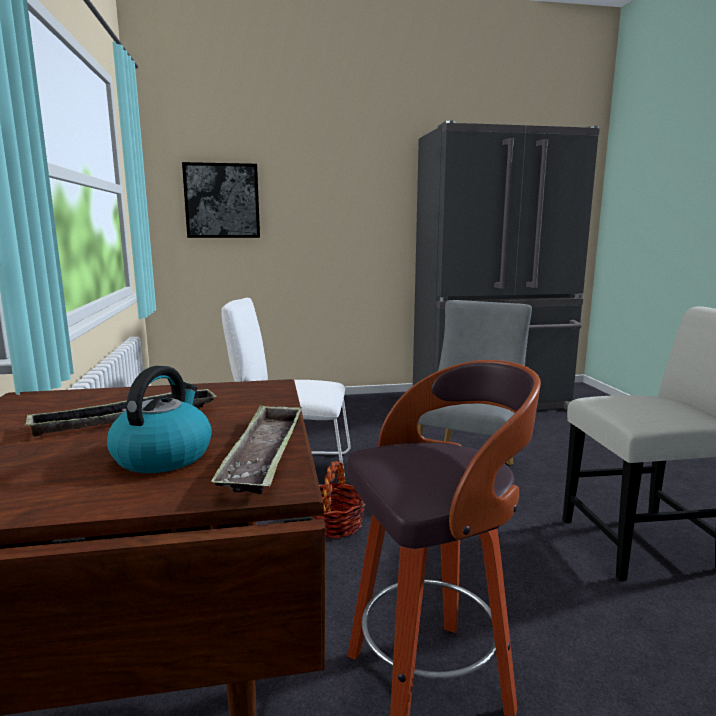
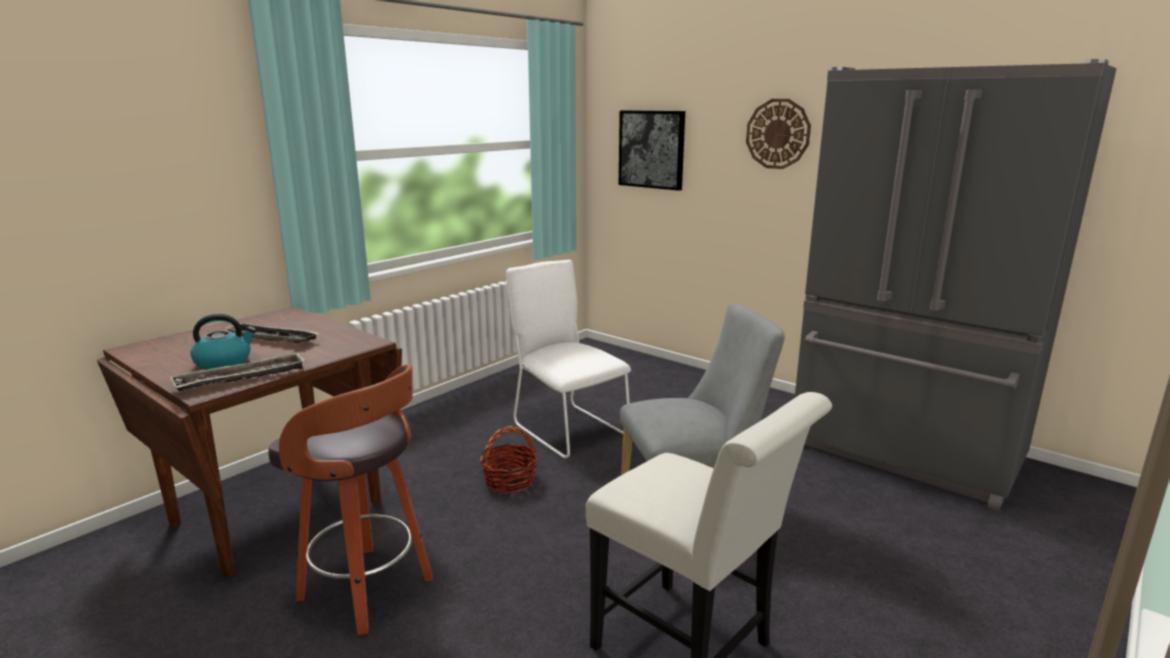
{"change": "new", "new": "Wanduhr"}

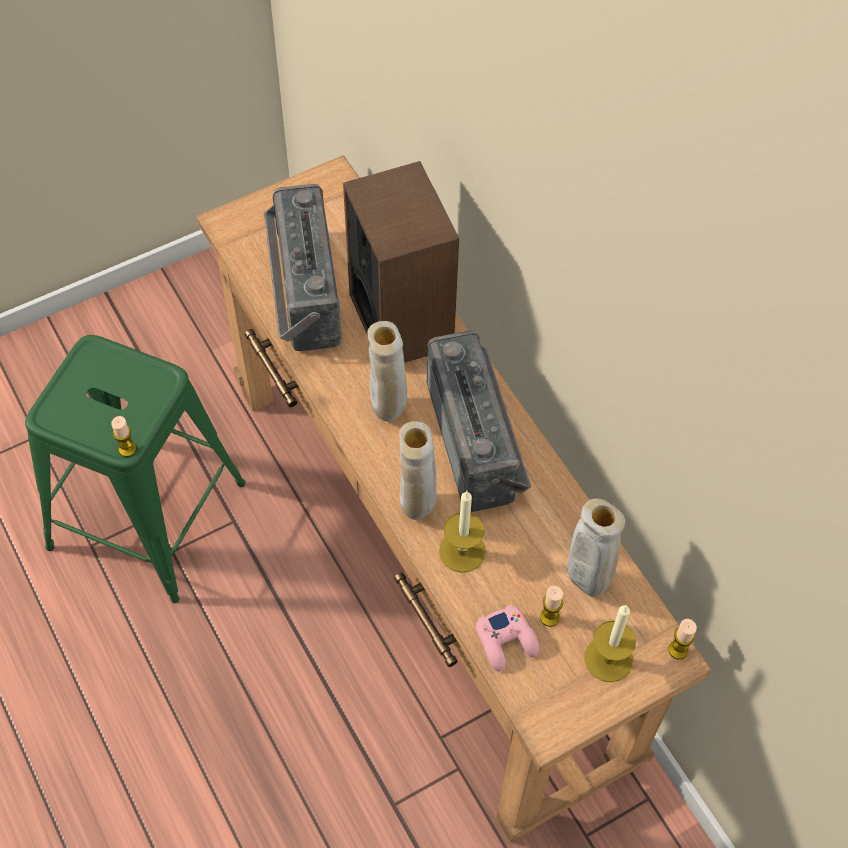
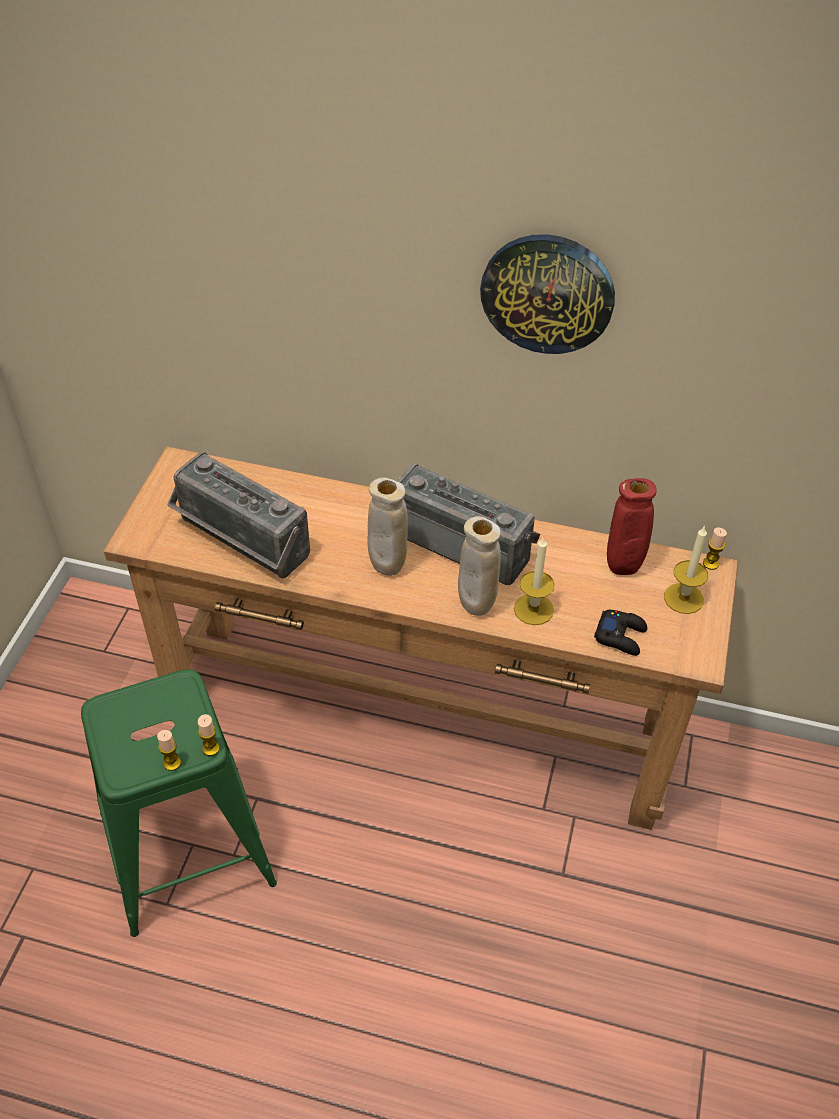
{"change": "gone", "old": "Lautsprecher"}
{"change": "new", "new": "Wanduhr"}
{"change": "shifted", "old": "Kerze (no. 3 from left in the first image)", "new": "Kerze (no. 1 from left)"}
{"change": "repainted", "old": "Gamepad/rosa", "new": "Gamepad/schwarz"}
{"change": "repainted", "old": "Vase/beige (no. 3 from left)", "new": "Vase/rot"}

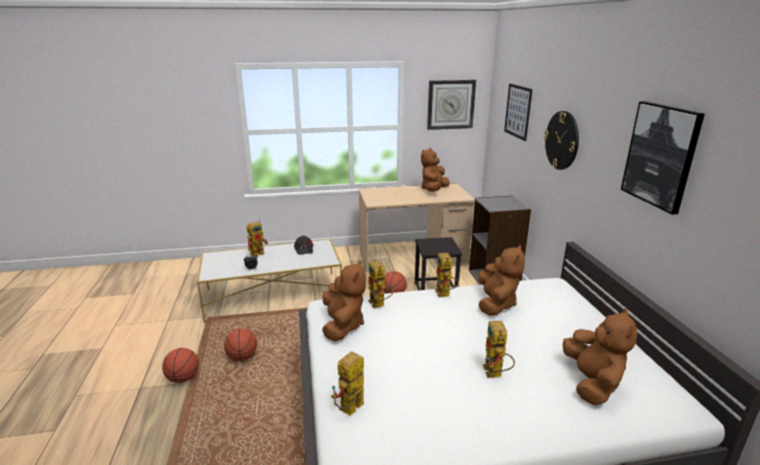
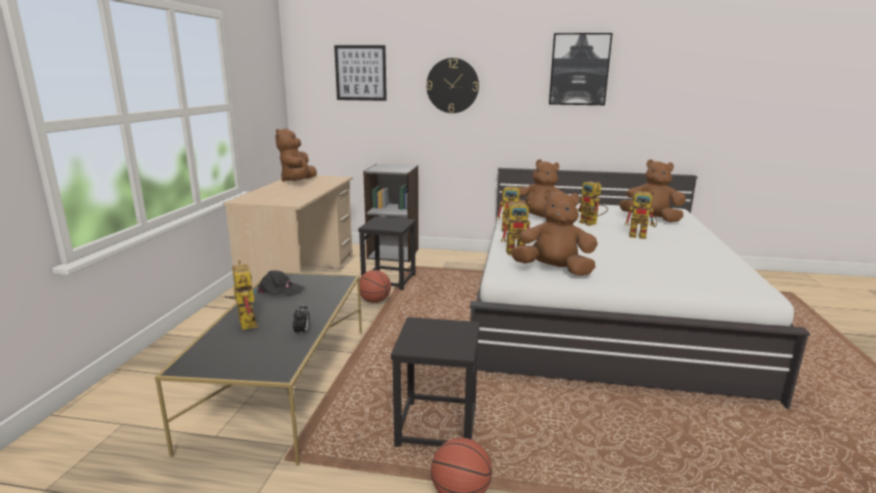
{"change": "gone", "old": "Wanduhr (no. 1 from left)"}
{"change": "shifted", "old": "Spielzeugroboter (no. 2 from left in the first image)", "new": "Spielzeugroboter (no. 4 from left)"}
{"change": "swapped", "old": "Basketball (no. 2 from left)", "new": "Hocker/schwarz (no. 2 from left)"}
{"change": "repainted", "old": "Couchtisch/weiß", "new": "Couchtisch/schwarz"}
{"change": "rotated", "old": "Plüschtier/braun (no. 2 from left in the first image)", "degrees": 45}

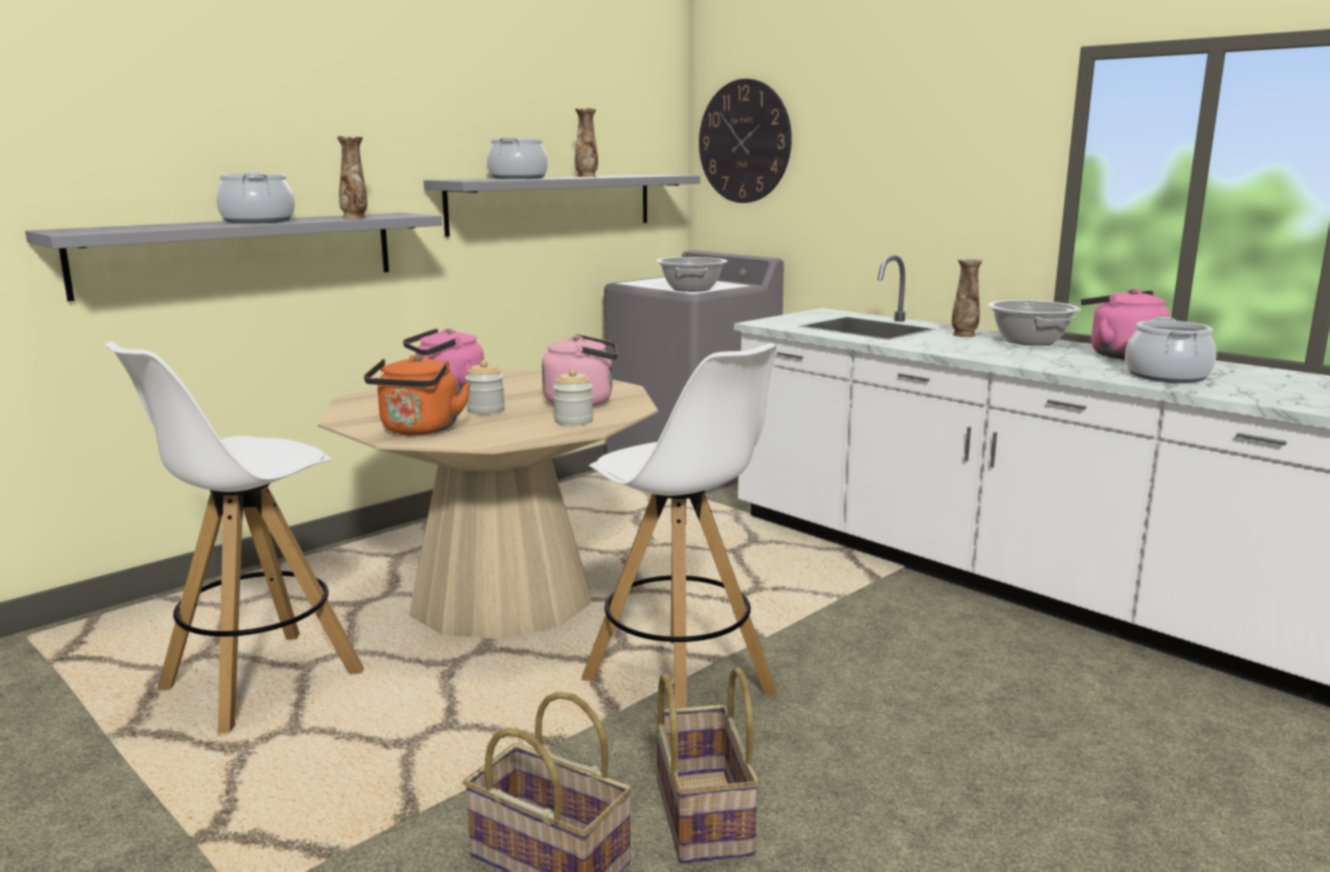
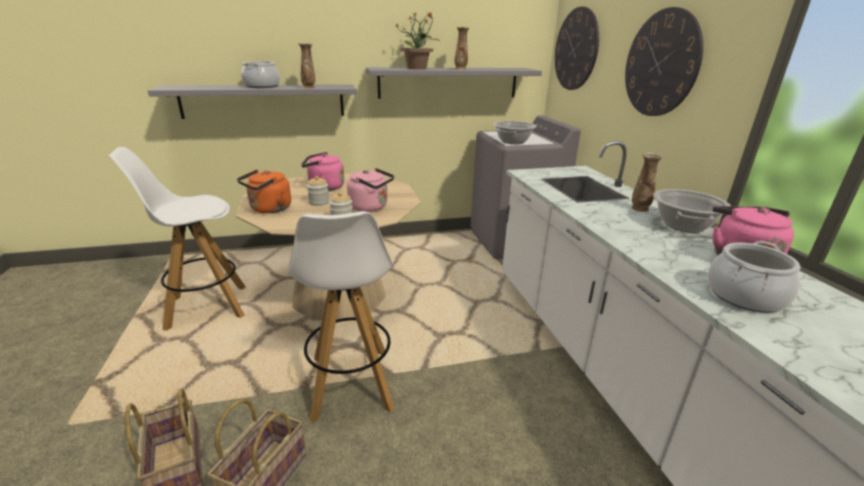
{"change": "new", "new": "Wanduhr (no. 2 from left)"}
{"change": "swapped", "old": "Kochtopf (no. 2 from left)", "new": "Topfpflanze"}

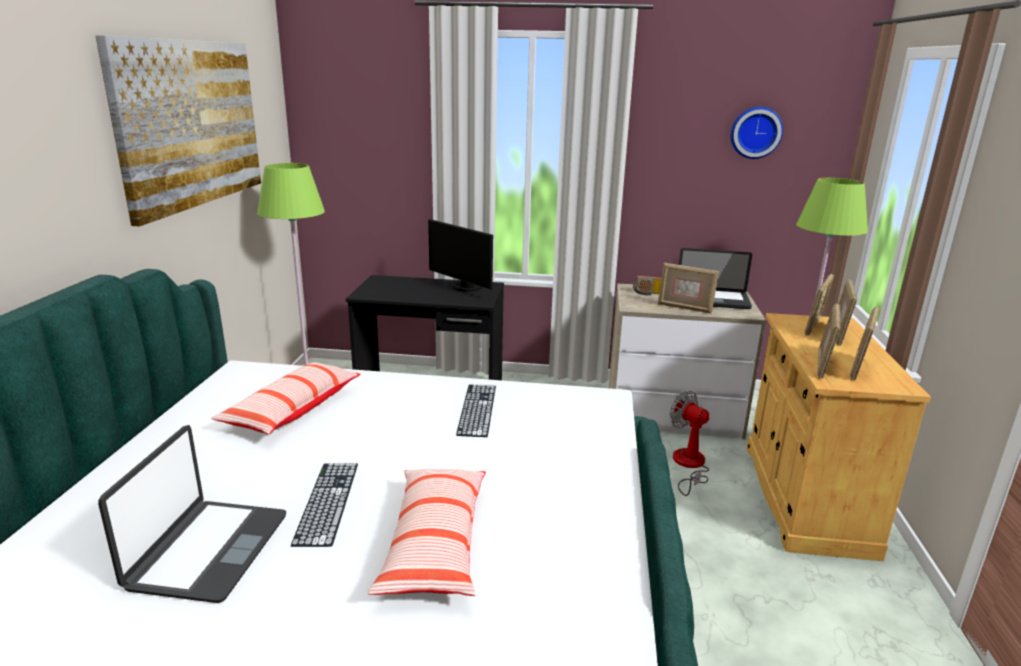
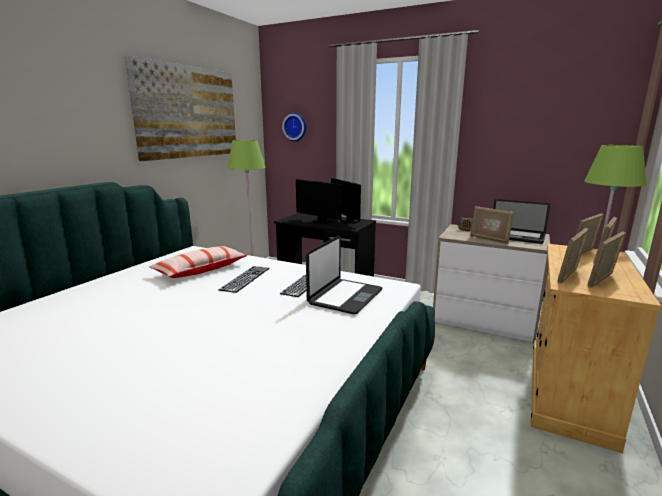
{"change": "gone", "old": "Kissen (no. 2 from left)"}
{"change": "gone", "old": "Ventilator"}
{"change": "new", "new": "Monitor (no. 1 from left)"}
{"change": "shifted", "old": "Laptop (no. 1 from left)"}
{"change": "shifted", "old": "Tastatur (no. 1 from left)"}
{"change": "shifted", "old": "Wanduhr"}

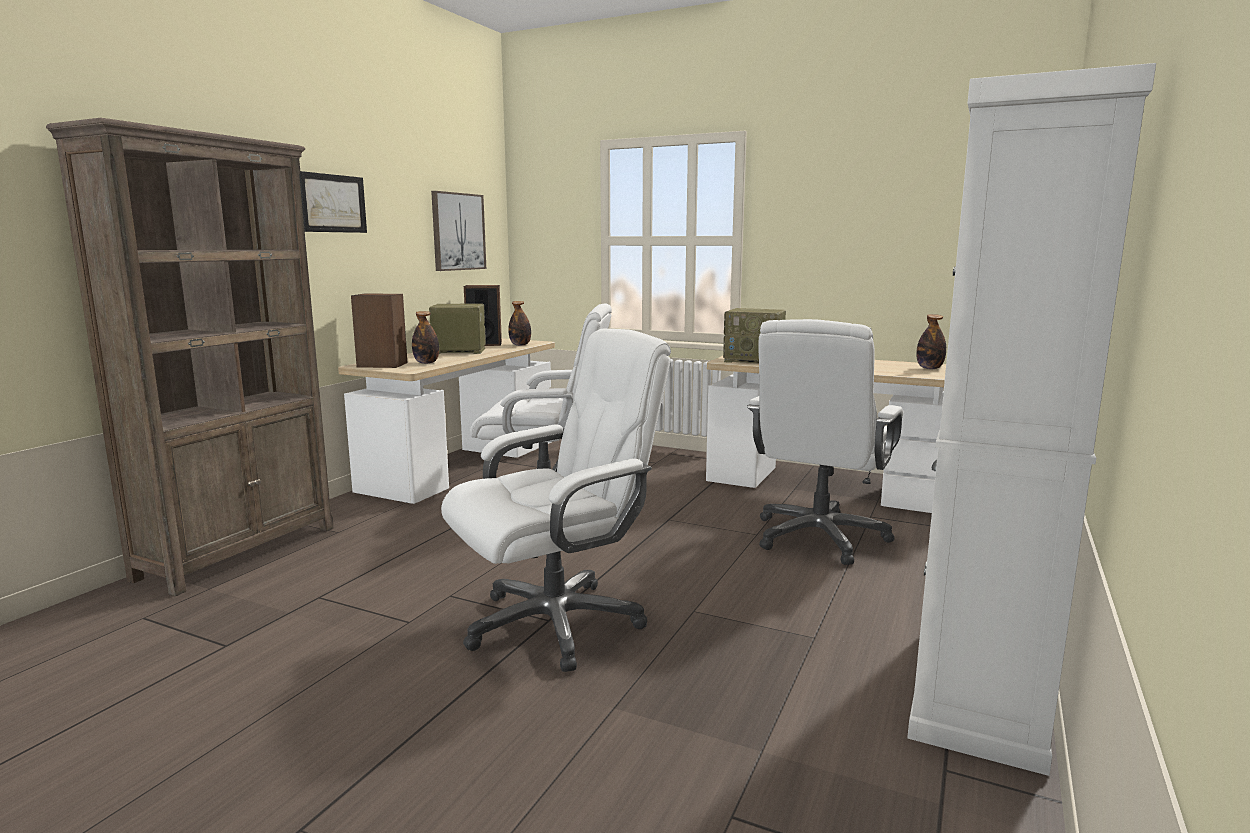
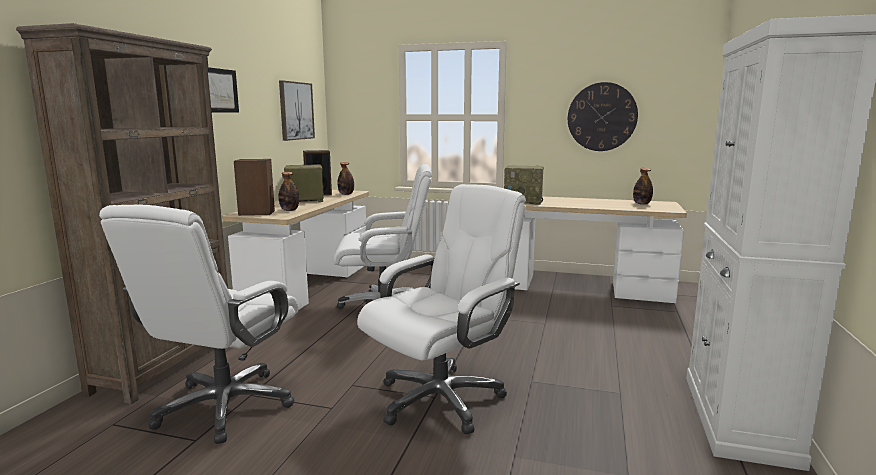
{"change": "new", "new": "Wanduhr"}
{"change": "shifted", "old": "Bürostuhl/weiß (no. 3 from left in the first image)", "new": "Bürostuhl/weiß (no. 1 from left)"}

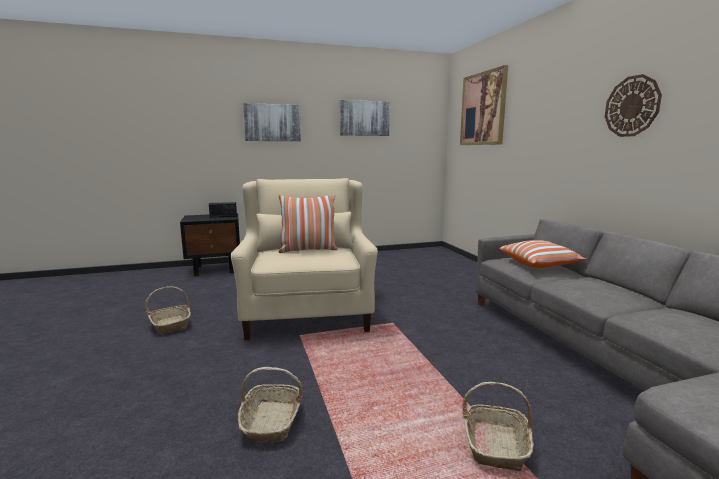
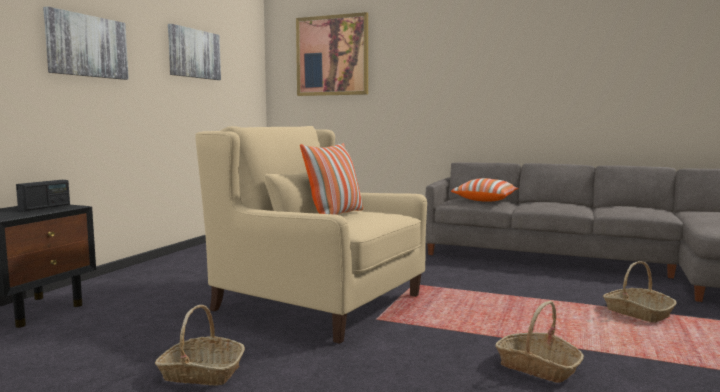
{"change": "gone", "old": "Wanduhr"}

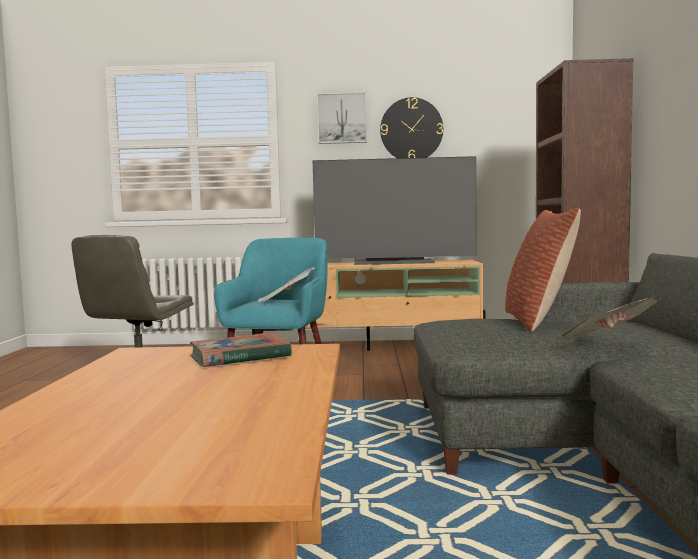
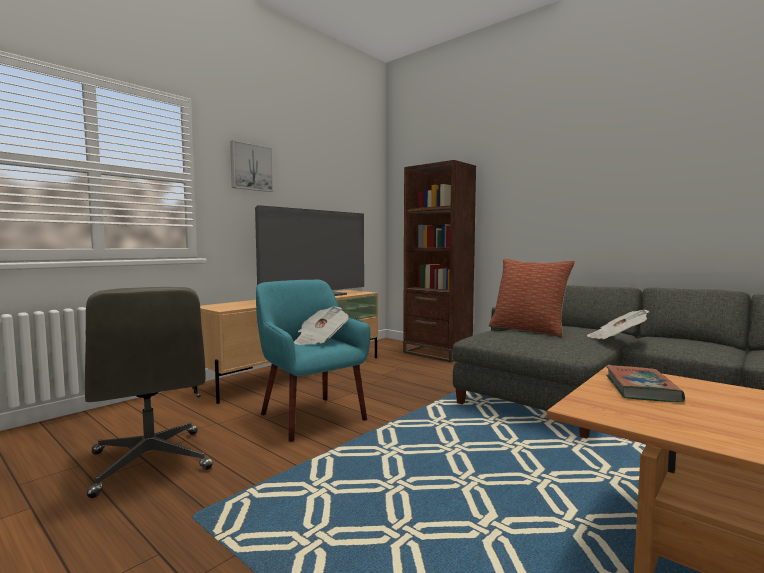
{"change": "gone", "old": "Wanduhr"}

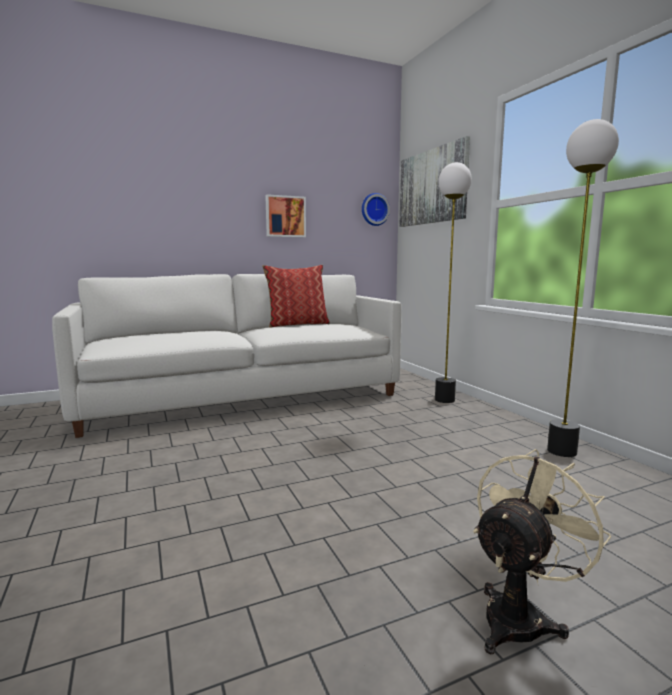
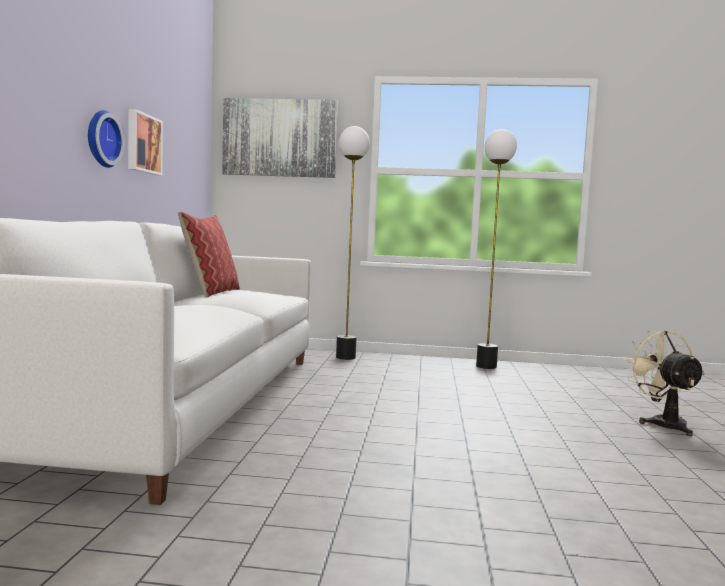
{"change": "shifted", "old": "Wanduhr"}

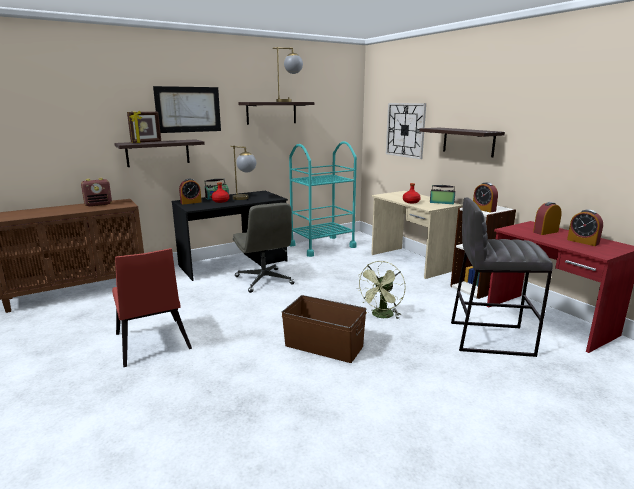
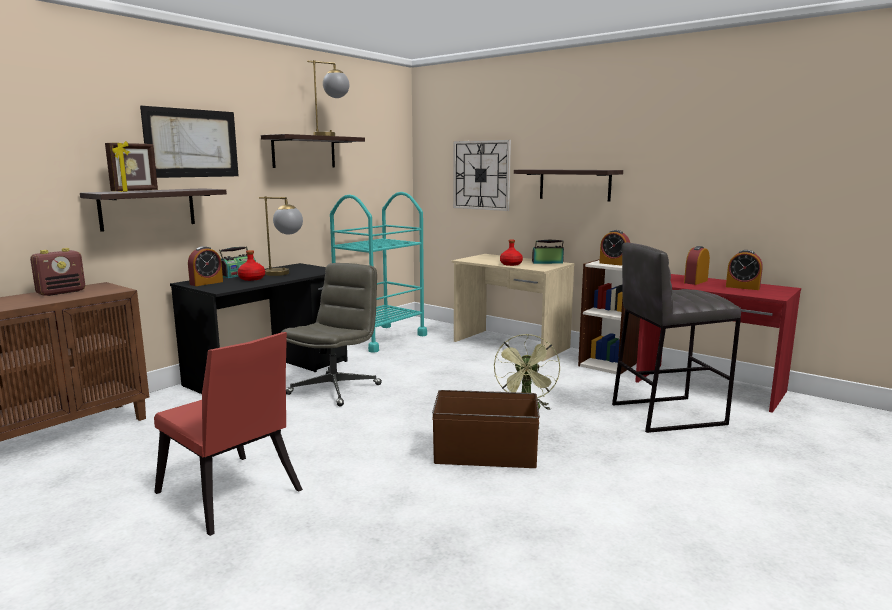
{"change": "rotated", "old": "Bürostuhl/grau", "degrees": -105}

